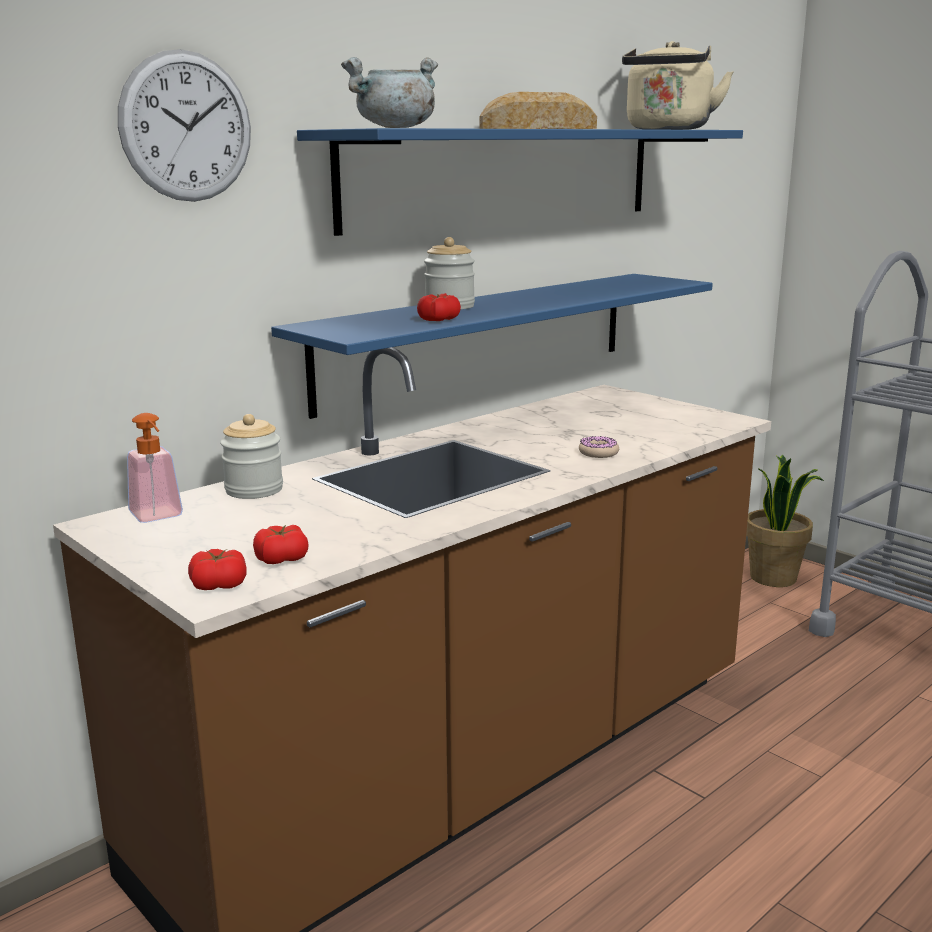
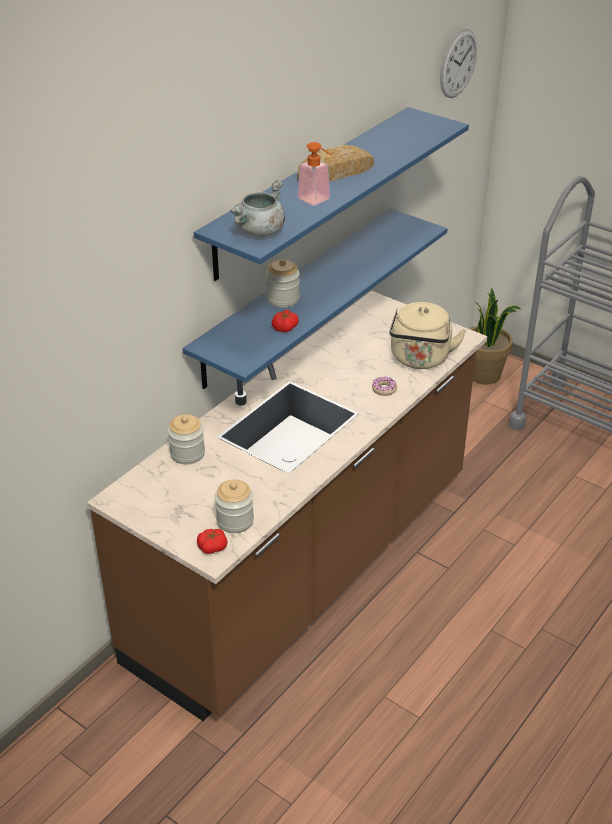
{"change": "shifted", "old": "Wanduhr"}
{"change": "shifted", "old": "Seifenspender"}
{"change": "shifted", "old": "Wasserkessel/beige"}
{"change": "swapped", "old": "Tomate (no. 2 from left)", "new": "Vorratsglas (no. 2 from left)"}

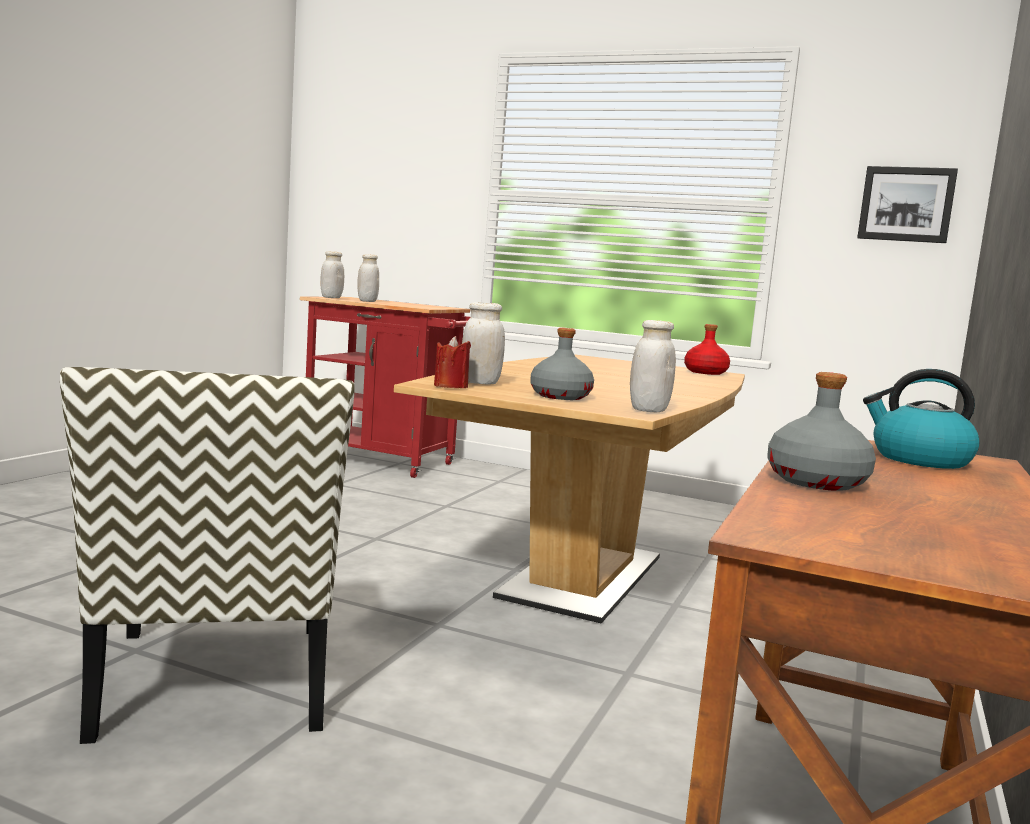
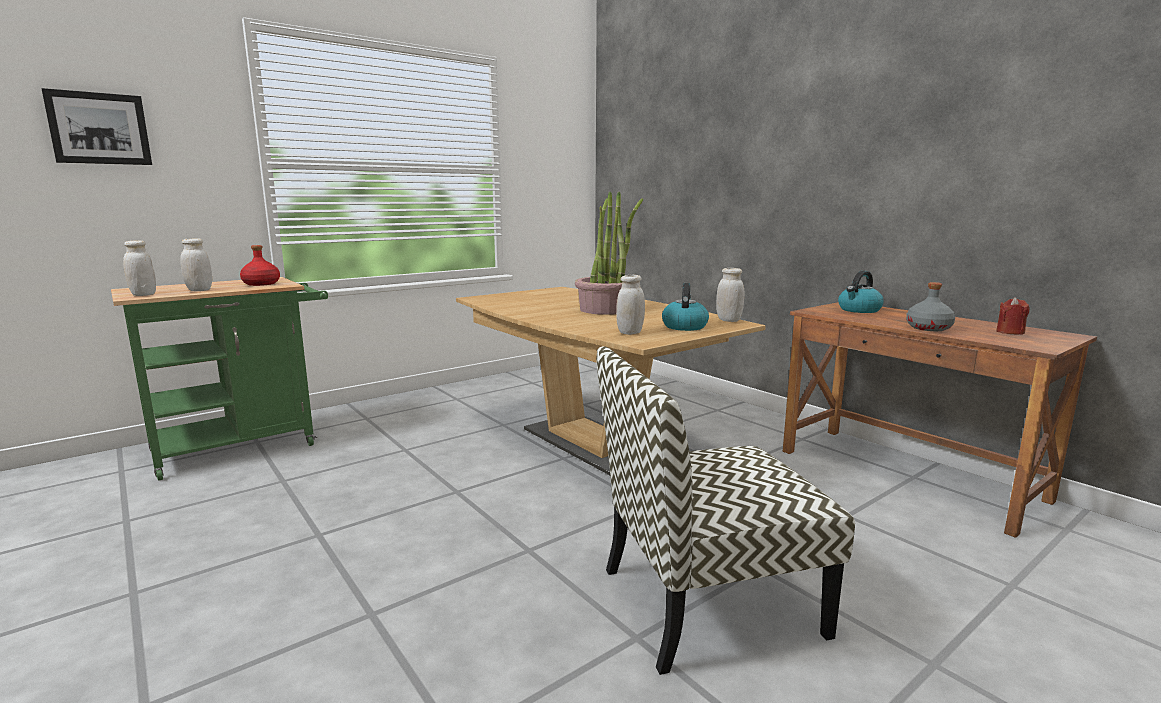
{"change": "new", "new": "Topfpflanze"}
{"change": "shifted", "old": "Kerze/rot"}
{"change": "shifted", "old": "Flasche/rot"}
{"change": "shifted", "old": "Bild"}
{"change": "swapped", "old": "Flasche/grau (no. 1 from left)", "new": "Wasserkessel (no. 1 from left)"}
{"change": "repainted", "old": "Rollwagen/rot", "new": "Rollwagen/grün"}
{"change": "rotated", "old": "Stuhl", "degrees": 150}

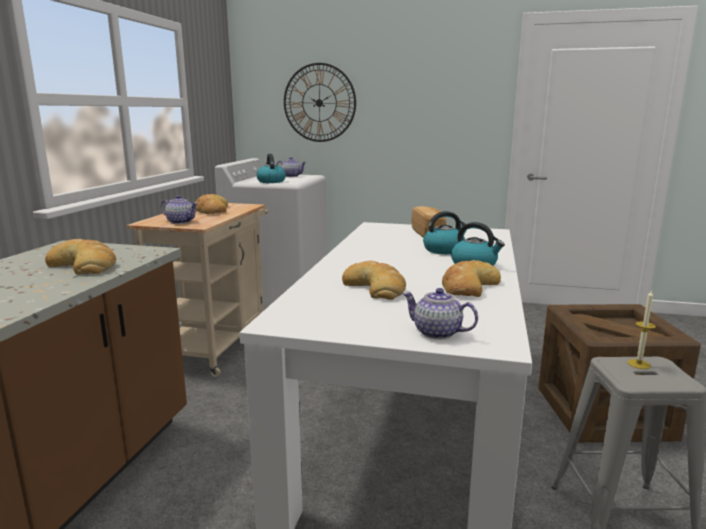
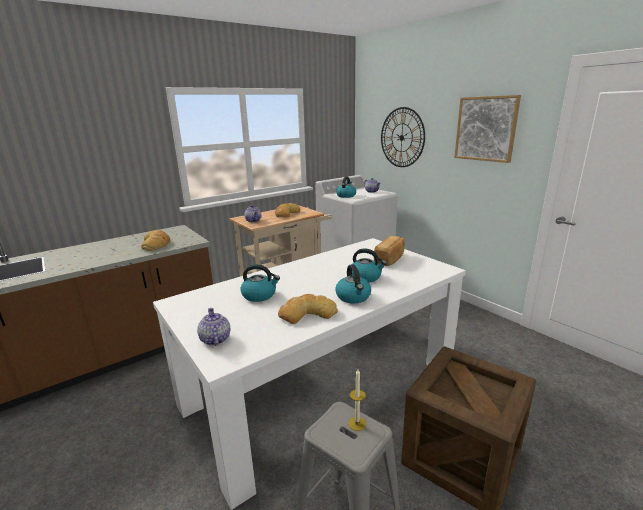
{"change": "new", "new": "Bild"}
{"change": "swapped", "old": "Brot (no. 3 from left)", "new": "Wasserkessel (no. 1 from left)"}

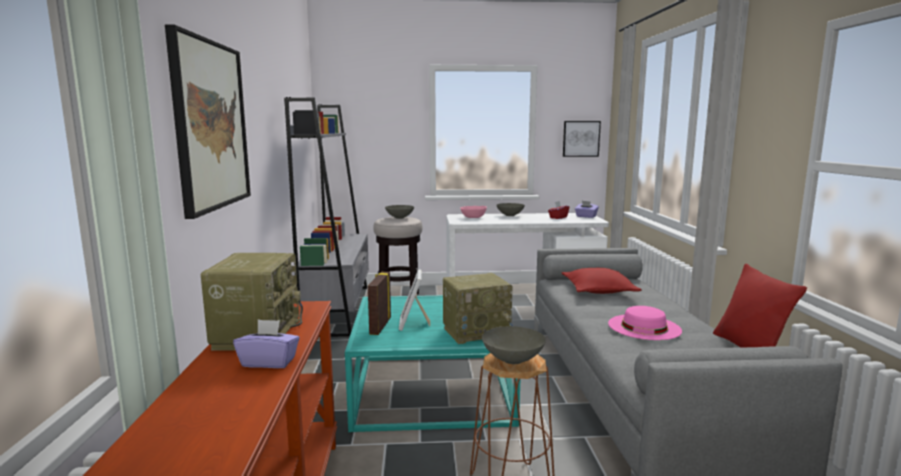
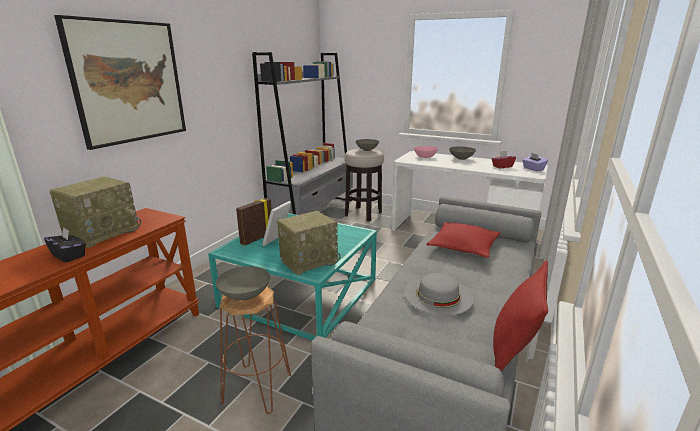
{"change": "gone", "old": "Bild (no. 2 from left)"}
{"change": "repainted", "old": "Taschentuchbox/lila (no. 1 from left)", "new": "Taschentuchbox/schwarz"}
{"change": "repainted", "old": "Hut/rosa", "new": "Hut/grau"}
{"change": "rotated", "old": "Radio (no. 2 from left)", "degrees": -45}

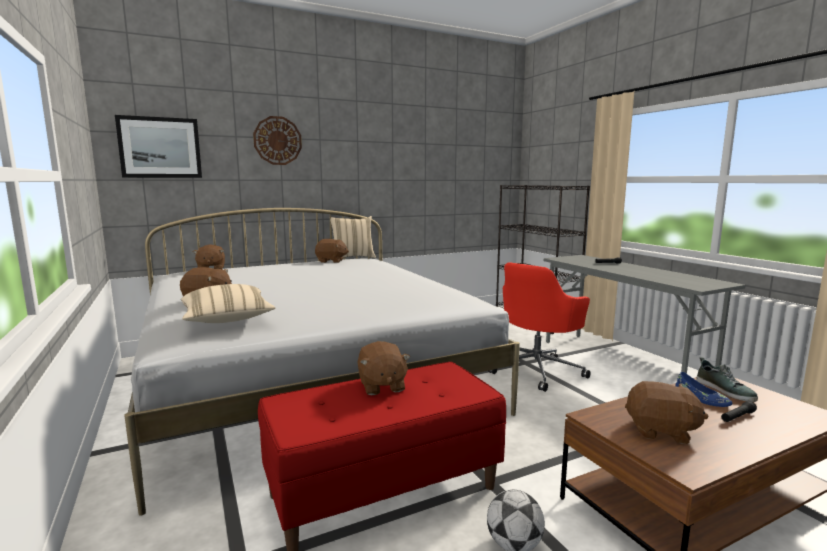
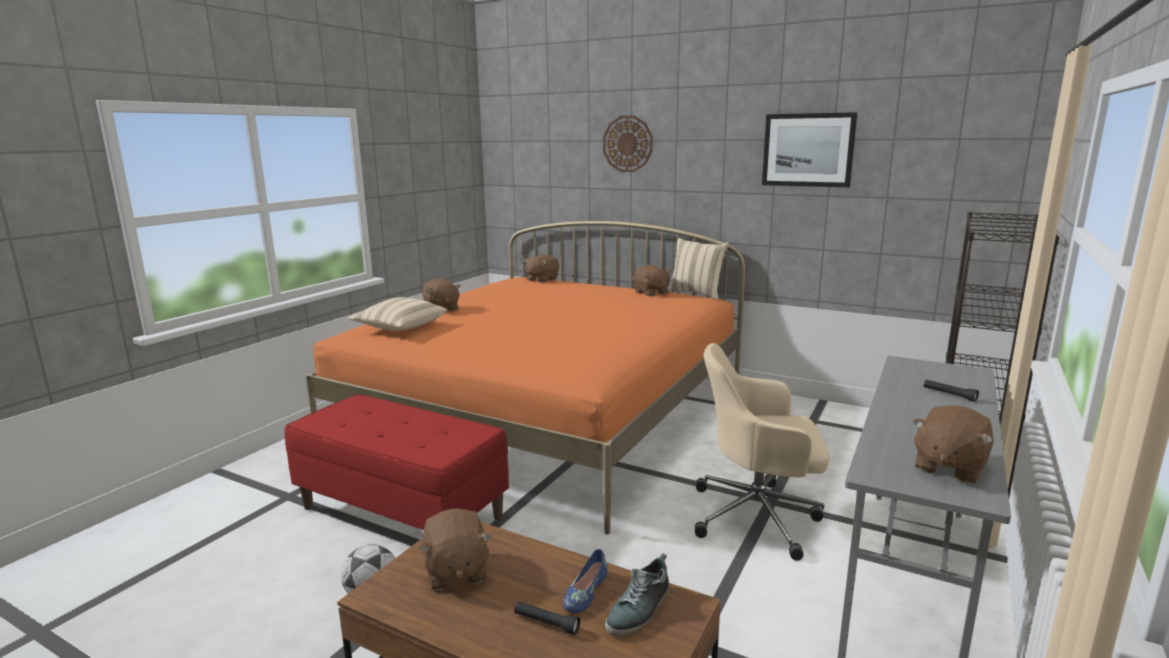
{"change": "shifted", "old": "Bild"}
{"change": "shifted", "old": "Plüschtier/braun (no. 4 from left in the first image)", "new": "Plüschtier/braun (no. 5 from left)"}
{"change": "repainted", "old": "Bett/weiß", "new": "Bett/orange"}
{"change": "repainted", "old": "Bürostuhl/rot", "new": "Bürostuhl/beige"}

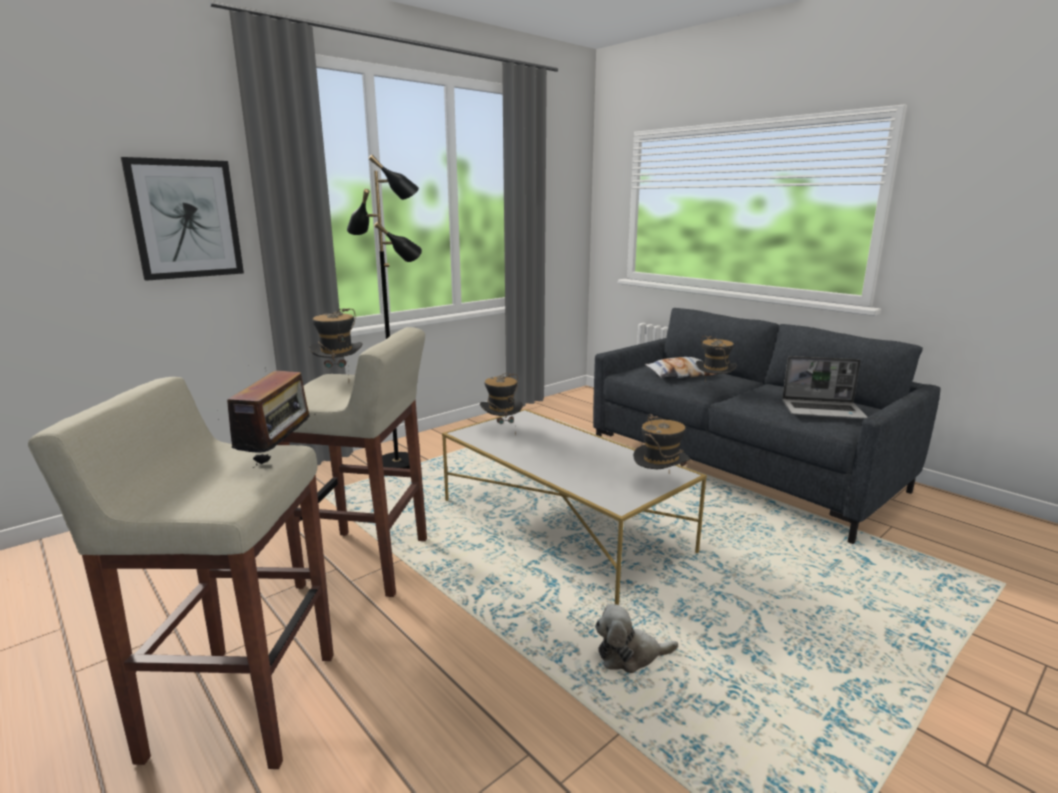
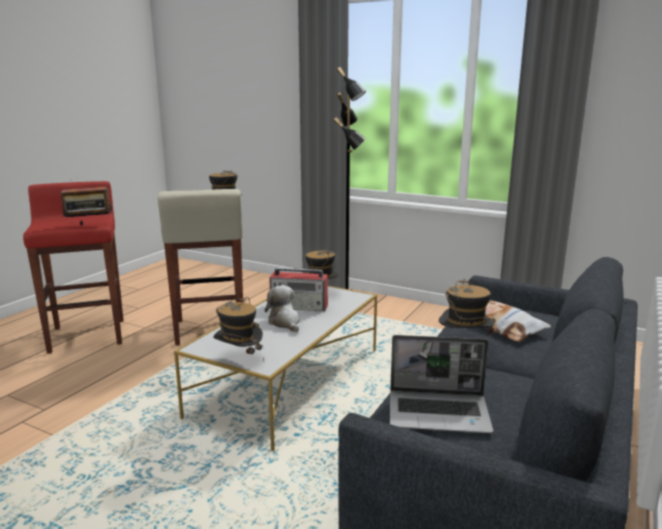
{"change": "gone", "old": "Bild"}
{"change": "new", "new": "Radio (no. 2 from left)"}
{"change": "shifted", "old": "Plüschtier"}
{"change": "repainted", "old": "Hocker/beige (no. 1 from left)", "new": "Hocker/rot"}
{"change": "rotated", "old": "Laptop", "degrees": -75}

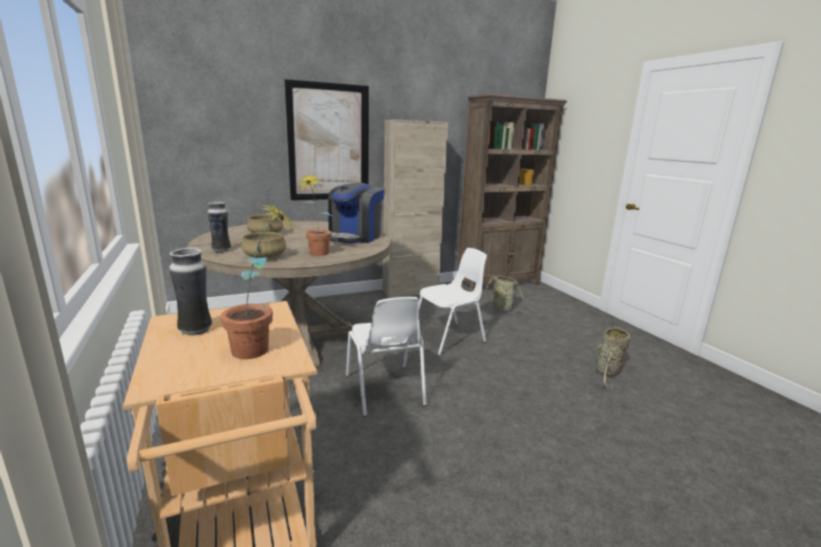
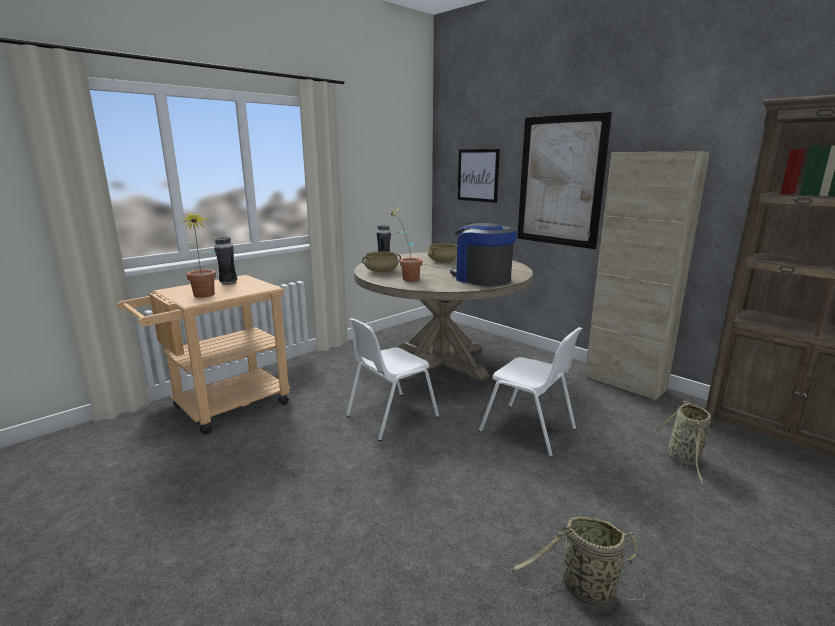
{"change": "new", "new": "Bild (no. 1 from left)"}
{"change": "rotated", "old": "Kaffeemaschine", "degrees": 45}

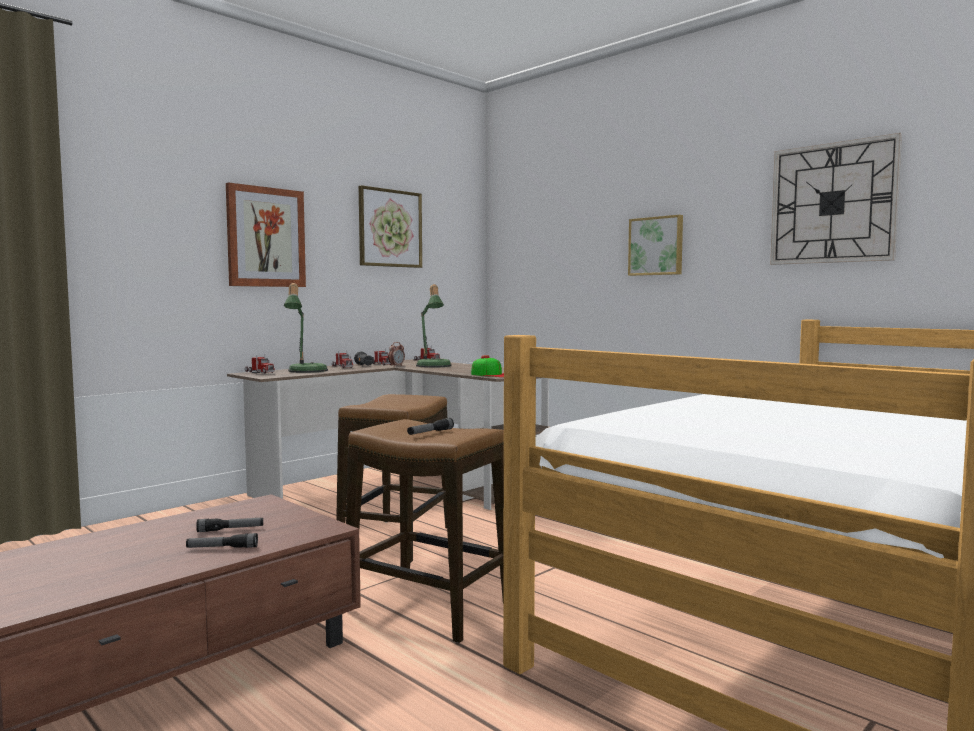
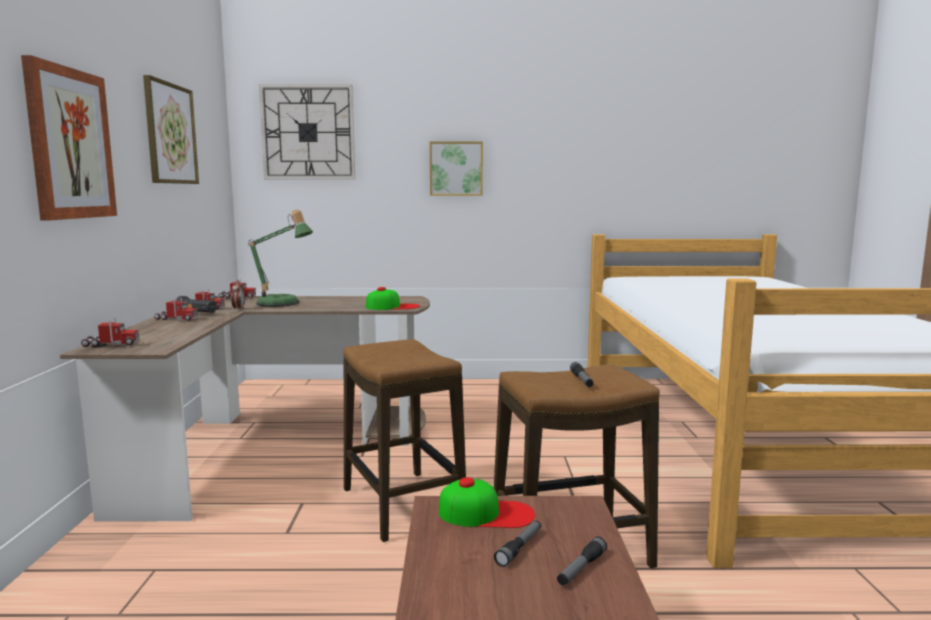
{"change": "gone", "old": "Tischlampe (no. 1 from left)"}
{"change": "new", "new": "Kappe (no. 2 from left)"}
{"change": "shifted", "old": "Wanduhr"}

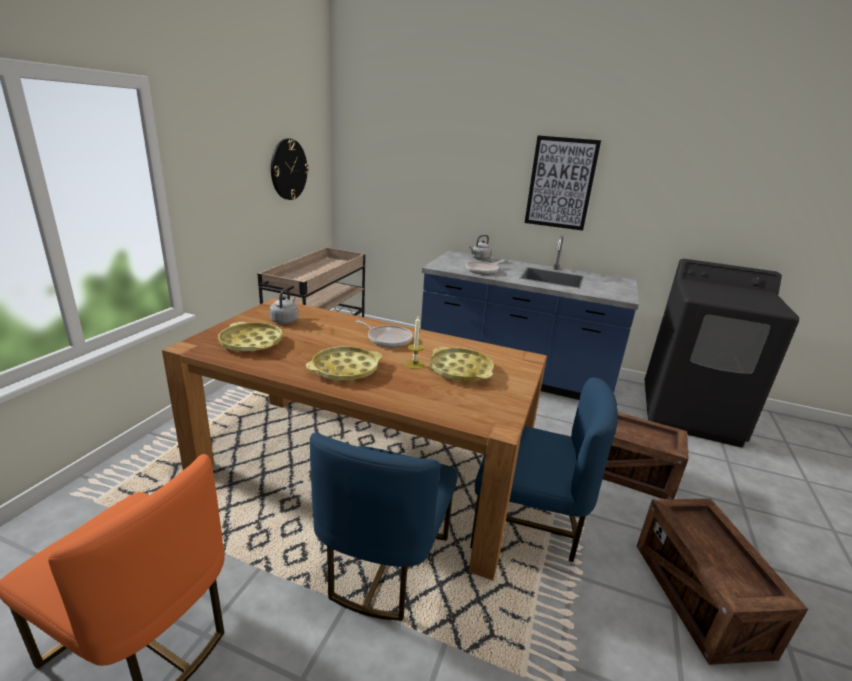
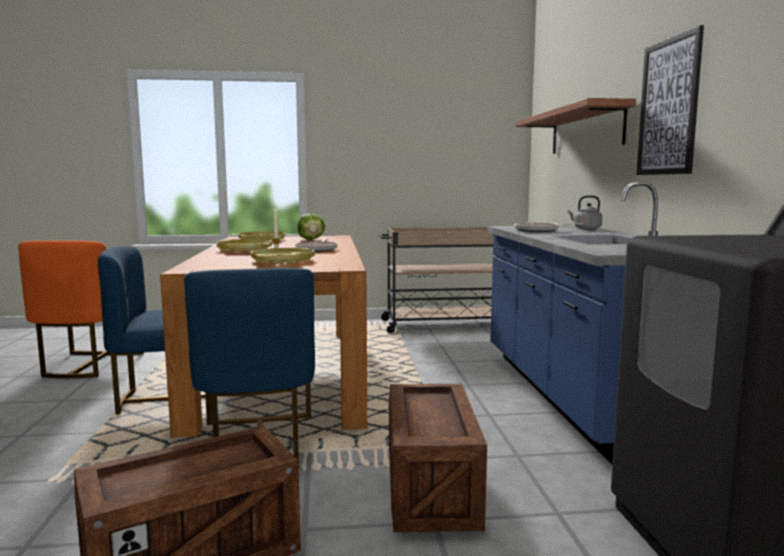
{"change": "gone", "old": "Wanduhr"}
{"change": "new", "new": "Wandregal"}
{"change": "swapped", "old": "Wasserkessel/grau (no. 1 from left)", "new": "Salatkopf"}

